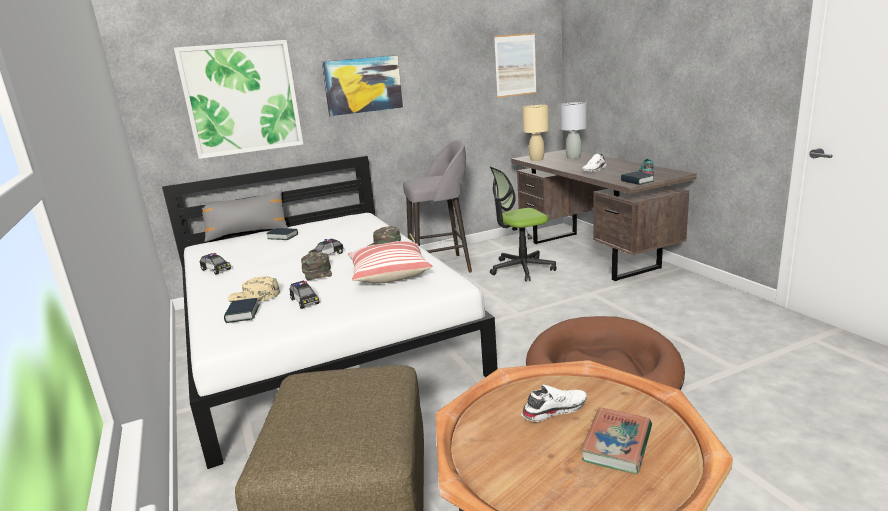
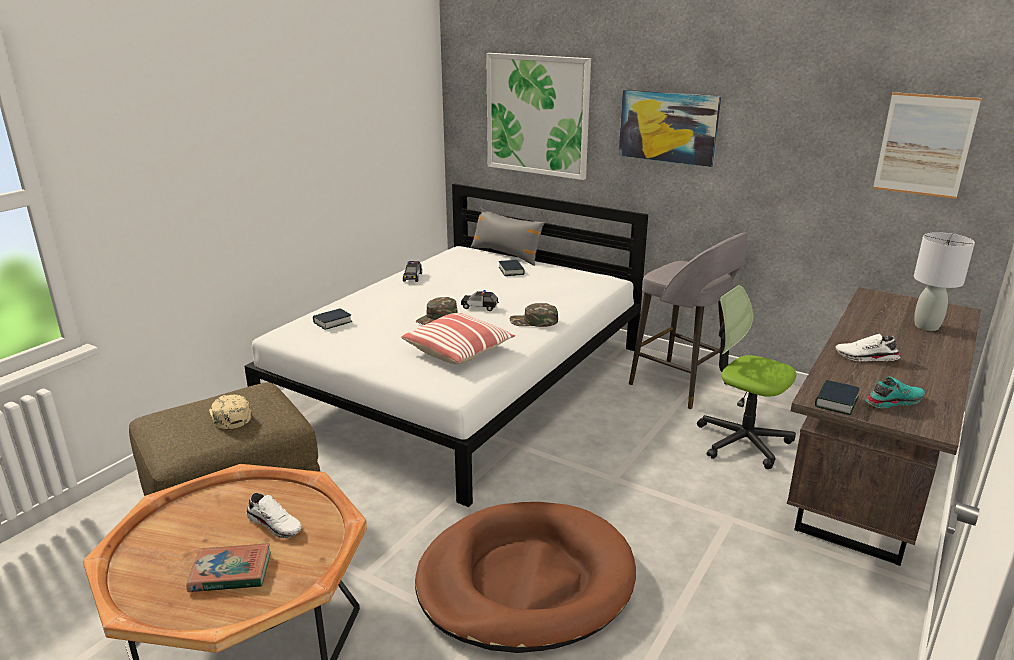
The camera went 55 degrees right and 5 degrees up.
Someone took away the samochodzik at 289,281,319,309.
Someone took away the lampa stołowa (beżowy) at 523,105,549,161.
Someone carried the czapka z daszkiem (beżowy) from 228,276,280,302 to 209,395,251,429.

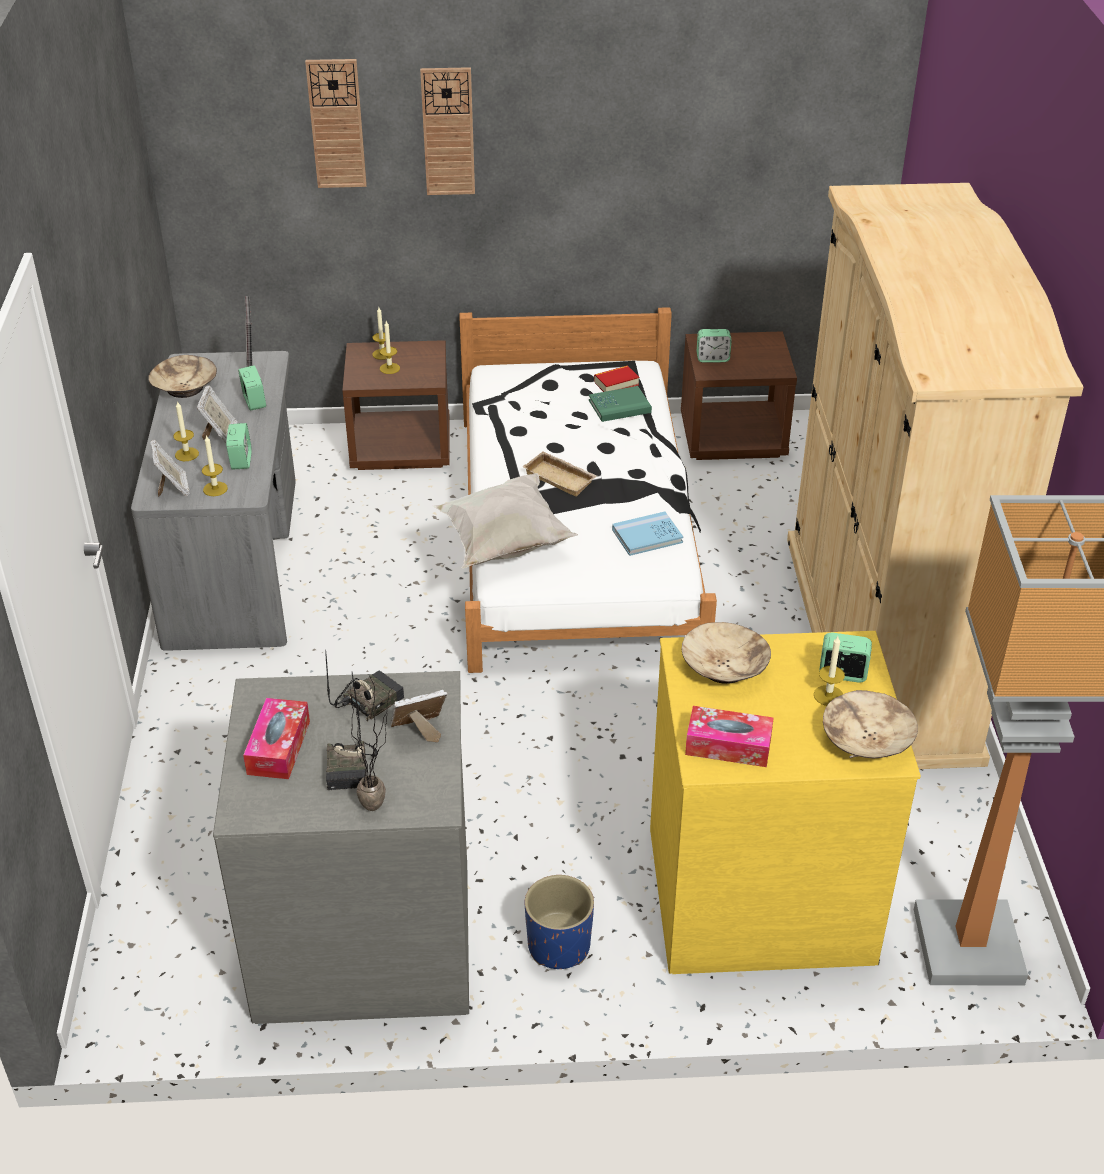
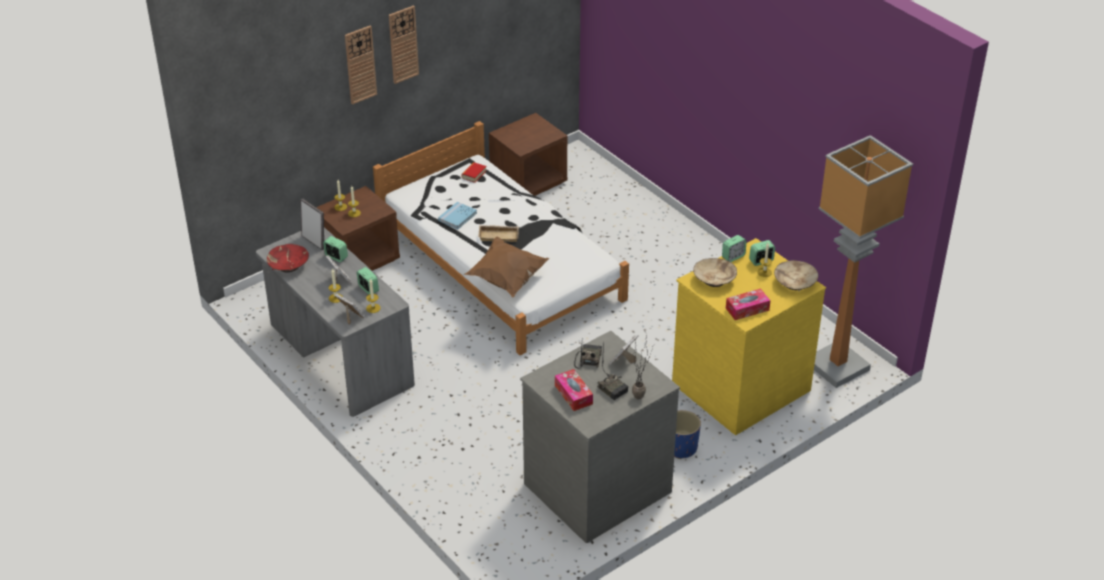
The camera went 35 degrees left and 0 degrees up.
Someone took away the książka (zielony) at 589,386,652,422.
Someone took away the szafa (beżowy) at 787,183,1084,769.
Someone carried the zegar ścienny from 305,59,367,188 to 389,5,419,84.
Someone carried the książka (niebieski) from 612,512,683,556 to 438,202,477,229.
Someone carried the budzik from 697,329,732,363 to 722,235,746,262.
Someone repainted the miska (beżowy) at 148,355,217,398, which became the miska (czerwony) at 267,244,309,272.
Someone repainted the poduszka (biały) at 432,473,578,569, which became the poduszka (brązowy) at 463,237,549,298.

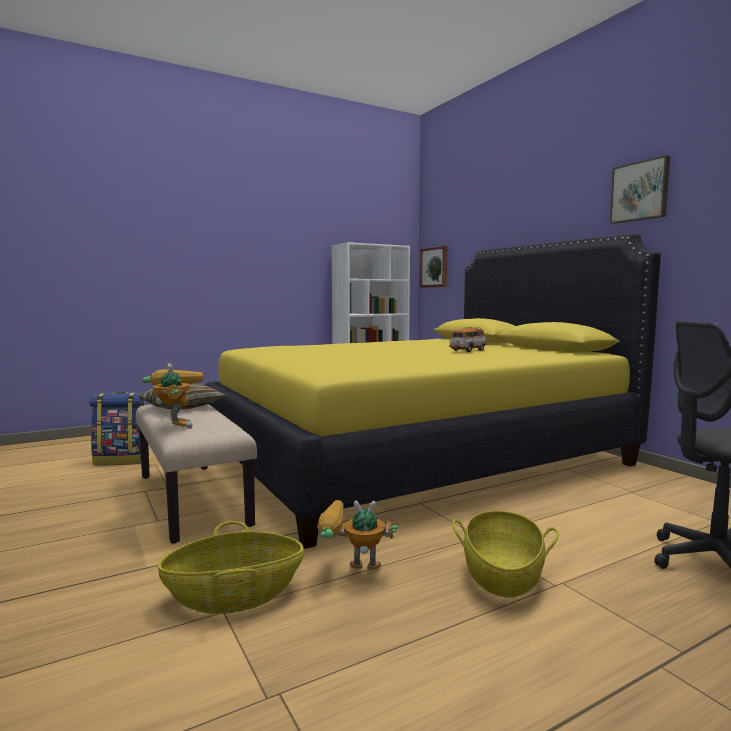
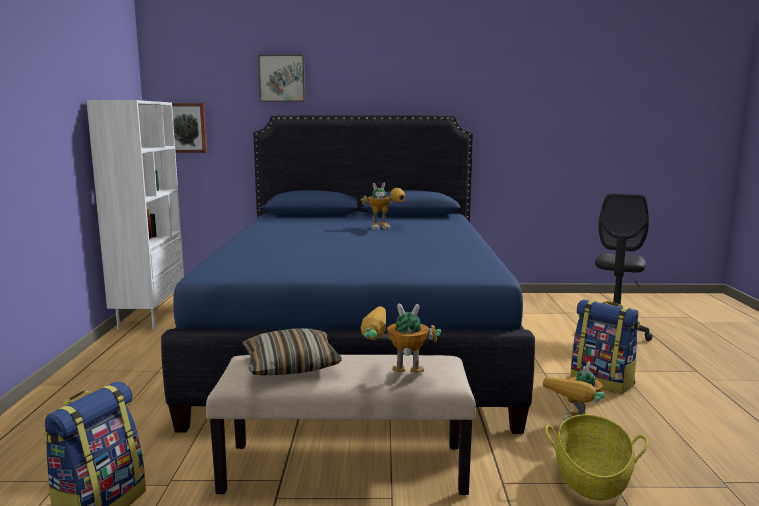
The camera went 60 degrees left and 5 degrees up.
Someone carried the obraz from 609,155,670,224 to 258,55,305,102.
Someone swapped the samochodzik at 449,327,486,352 for the robot zabawkowy at 361,183,406,230.
Someone swapped the koszyk at 452,510,559,598 for the plecak at 571,299,640,394.
Someone repainted the łóżko (żółty) at 205,234,661,549, which became the łóżko (niebieski) at 161,115,535,434.

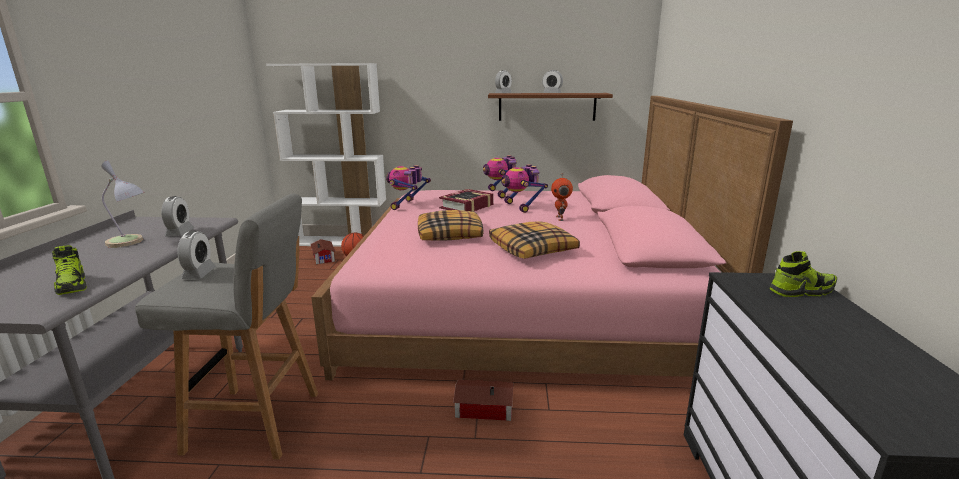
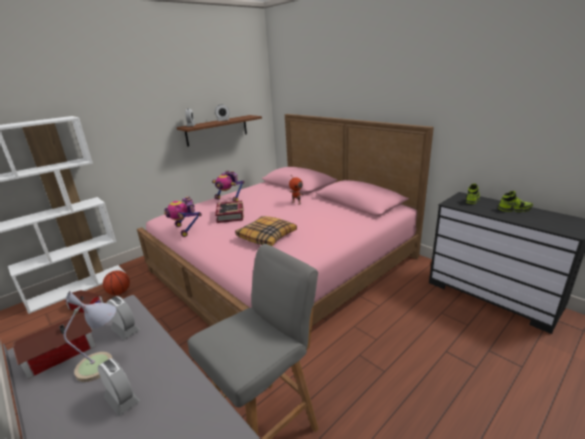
The camera went 45 degrees left and 5 degrees up.
Someone took away the poduszka at 489,221,580,259.
Someone took away the robot zabawkowy at 501,164,548,213.
Someone carried the but from 52,245,87,295 to 498,191,533,212.
Someone carried the budzik from 178,231,216,279 to 98,358,140,416.
Someone carried the domek from 453,380,514,421 to 13,313,96,379.

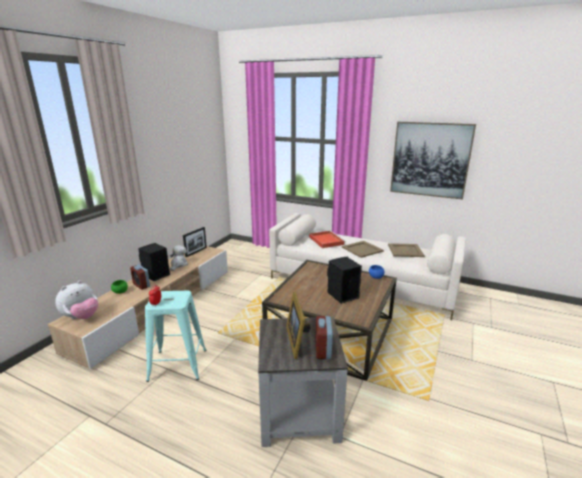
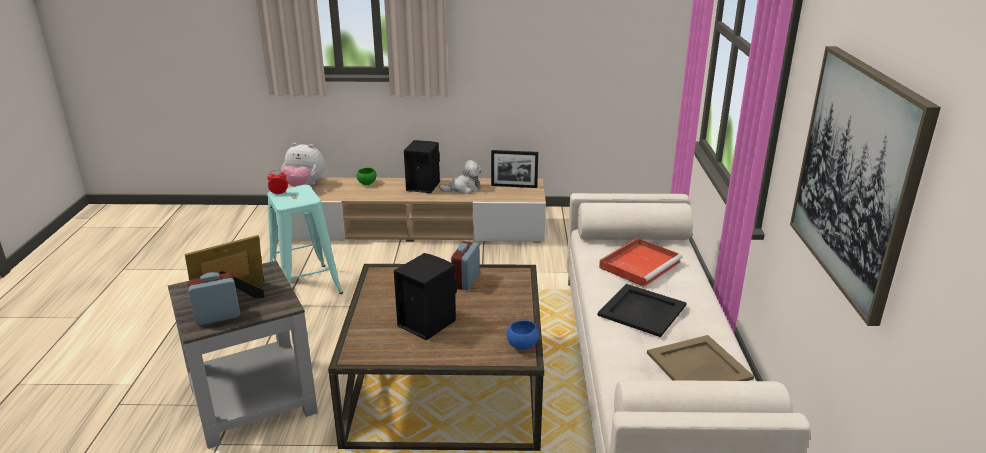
The camera went 65 degrees right and 5 degrees up.
Someone carried the budzik from 130,265,150,290 to 451,241,480,290.
Someone repainted the taca (beżowy) at 342,241,384,258, which became the taca (czarny) at 597,284,687,337.

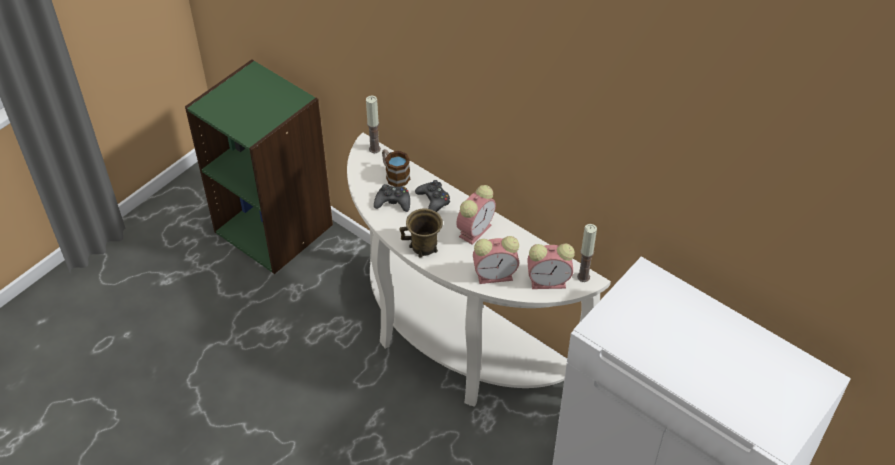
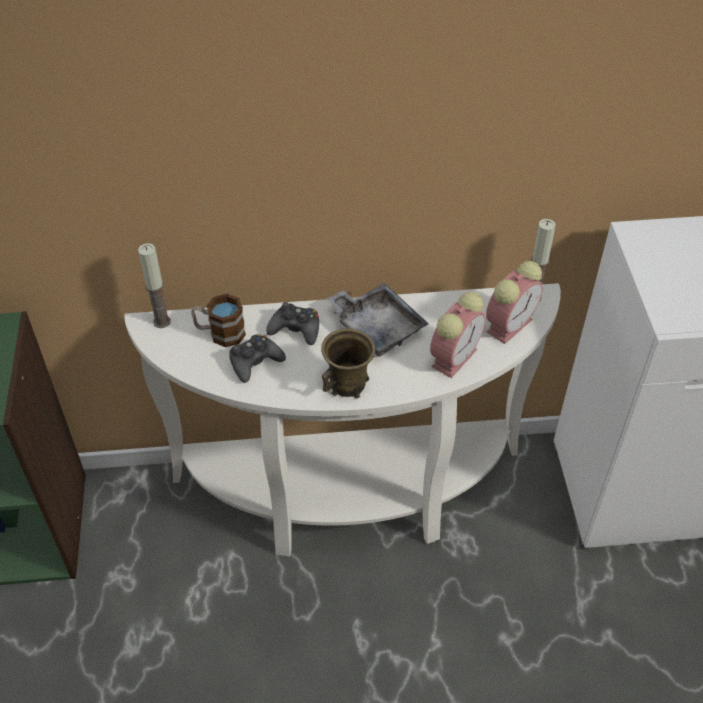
The camera went 45 degrees left and 0 degrees up.
Someone swapped the budzik at 456,185,496,245 for the taca (szary) at 327,283,428,357.

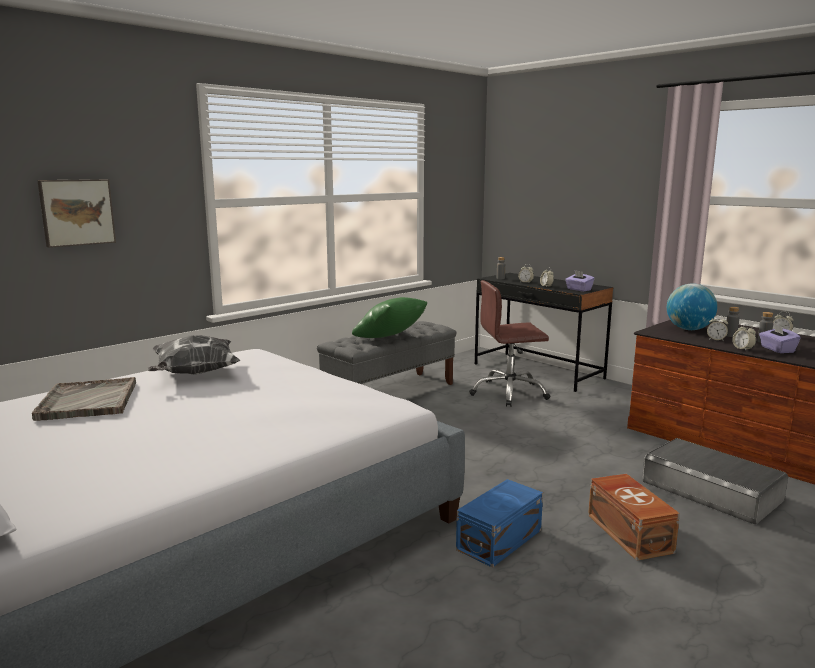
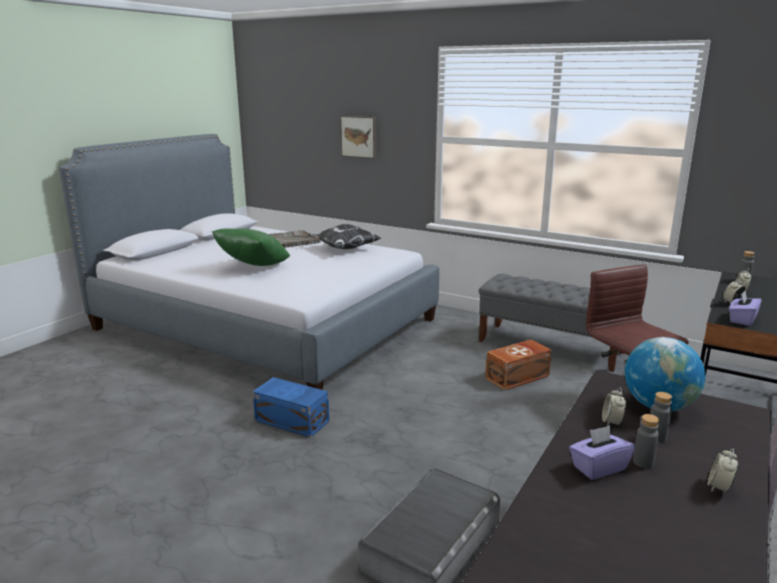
The camera went 75 degrees right and 5 degrees up.
Someone took away the budzik at 732,324,756,350.
Someone carried the poduszka (zielony) from 352,297,427,338 to 212,229,290,266.
Someone carried the pojemnik do przechowywania (brązowy) from 588,474,680,561 to 485,340,552,390.

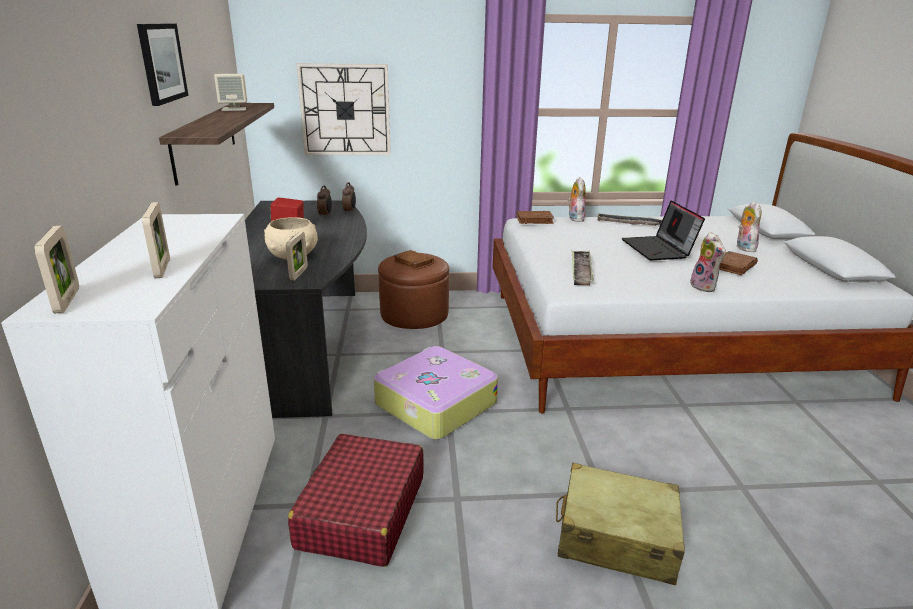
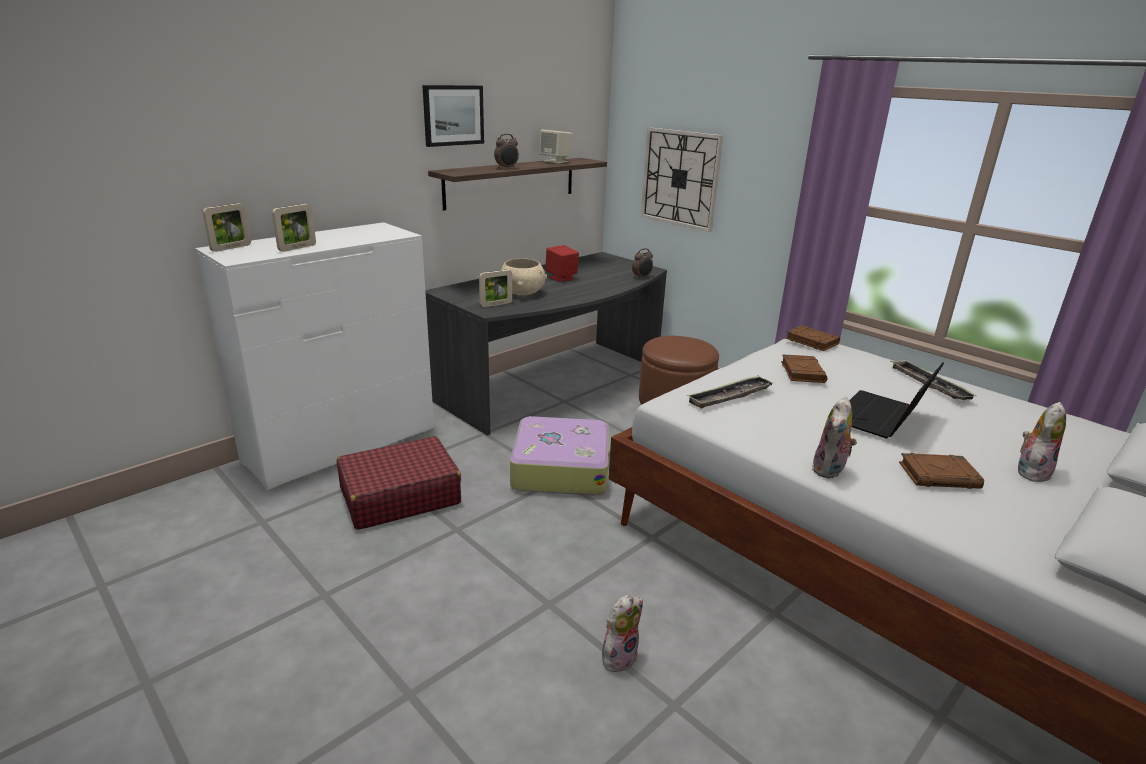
The camera went 50 degrees right and 0 degrees up.
Someone took away the walizka (beżowy) at 556,463,685,585.
Someone carried the budzik from 317,186,332,217 to 494,134,519,169.
Someone carried the książka (brązowy) from 393,250,434,270 to 781,354,827,383.
Someone carried the pluszak from 568,177,586,222 to 602,595,643,672.

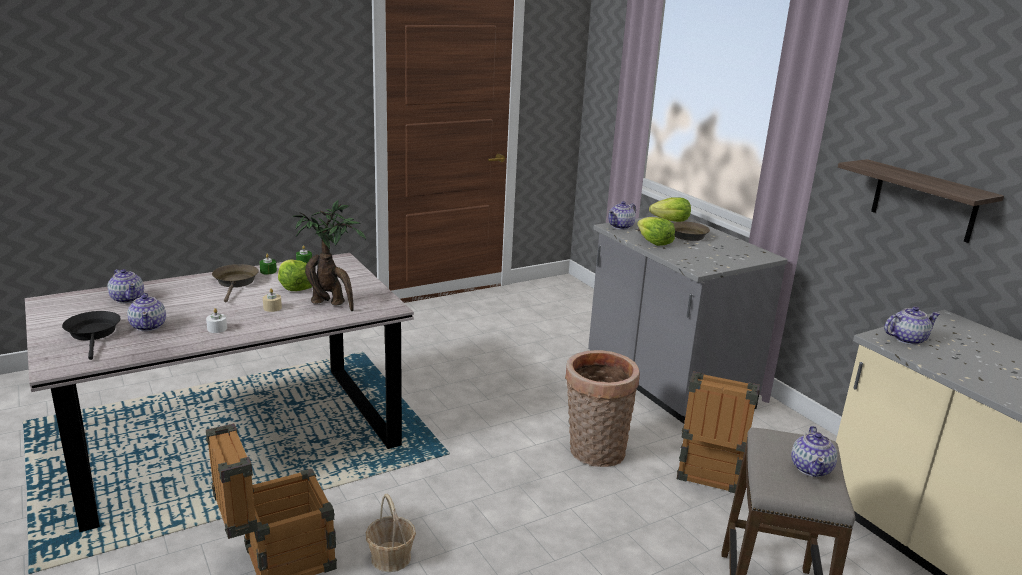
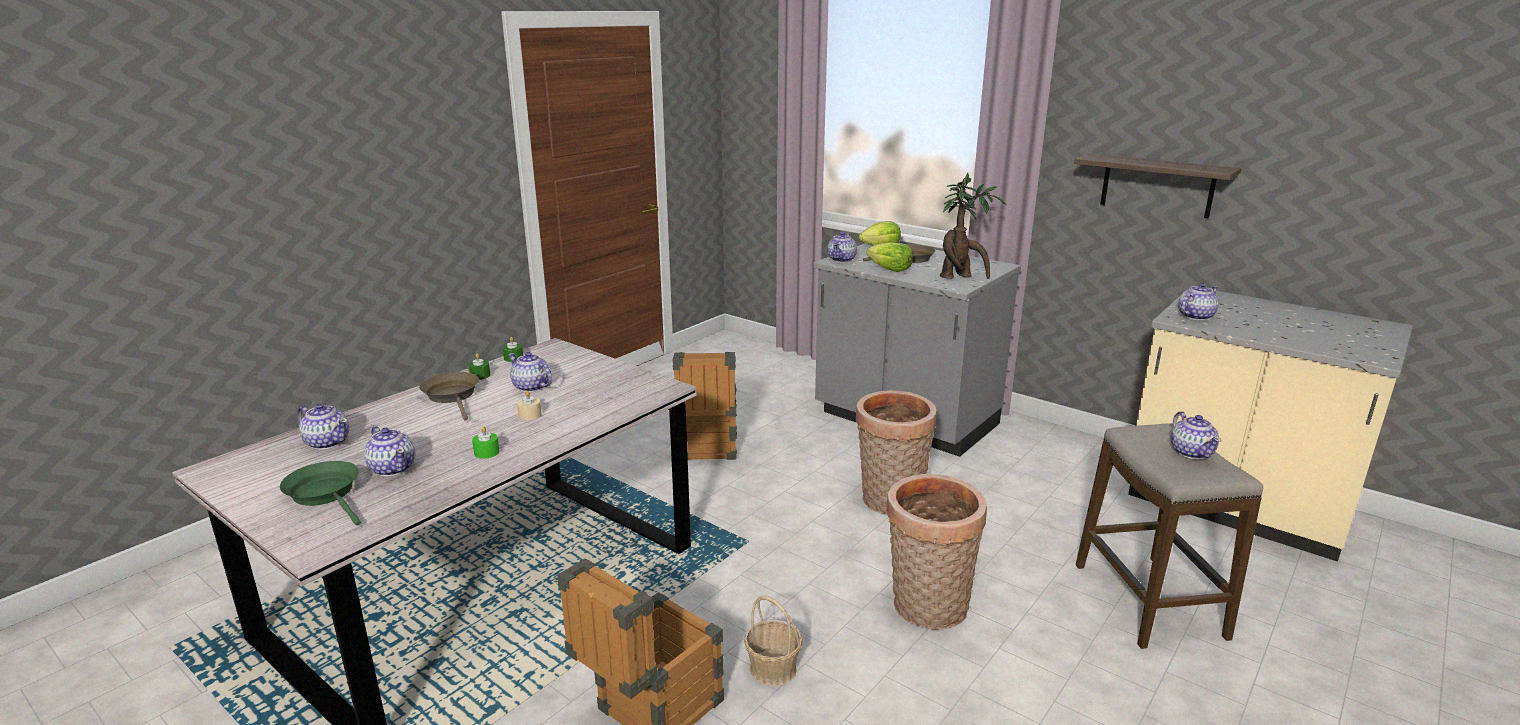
The camera went 20 degrees left and 0 degrees up.
Someone put down the koszyk at 886,474,987,630.
Someone carried the roślina doniczkowa from 292,200,366,311 to 940,173,1006,279.
Someone carried the skrzynka from 677,371,759,493 to 672,352,737,460.
Someone swapped the sałata at 278,259,312,291 for the imbryk at 508,352,552,392.
Someone repainted the patelnia (czarny) at 62,311,120,360, which became the patelnia (zielony) at 280,461,361,526.
Someone repainted the świeca (biały) at 206,308,227,333, which became the świeca (zielony) at 472,426,499,459.

